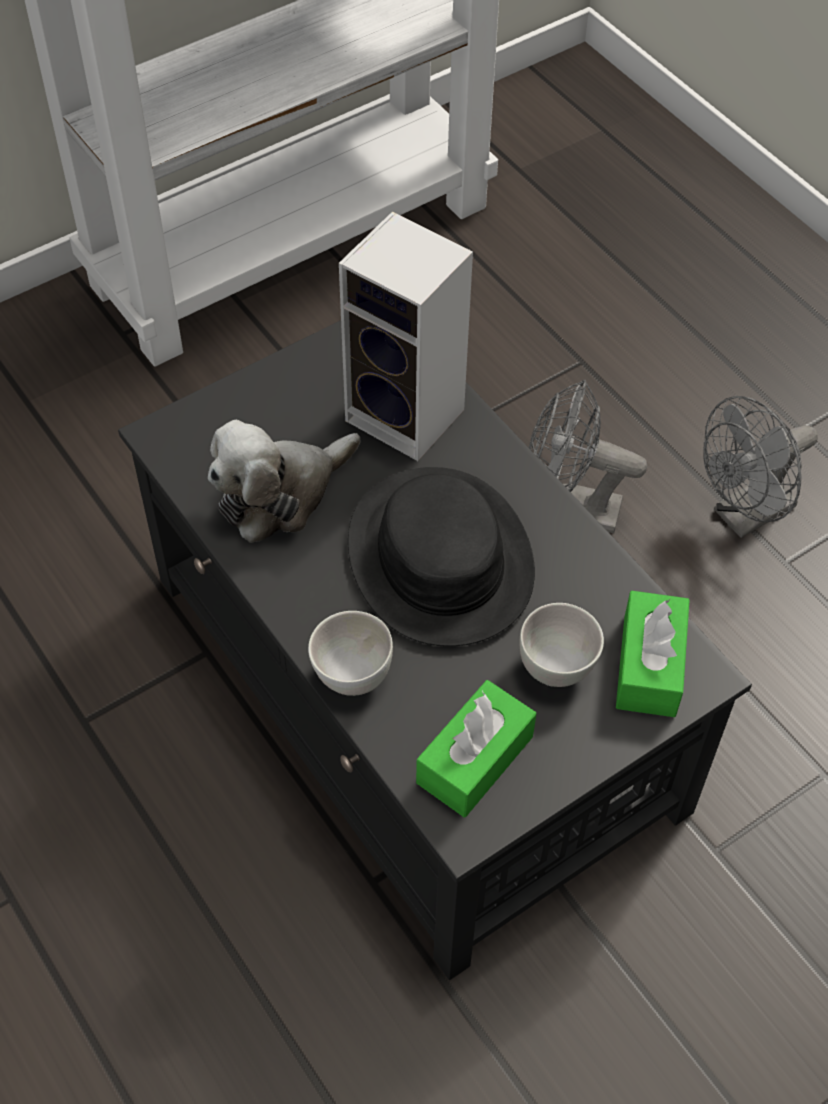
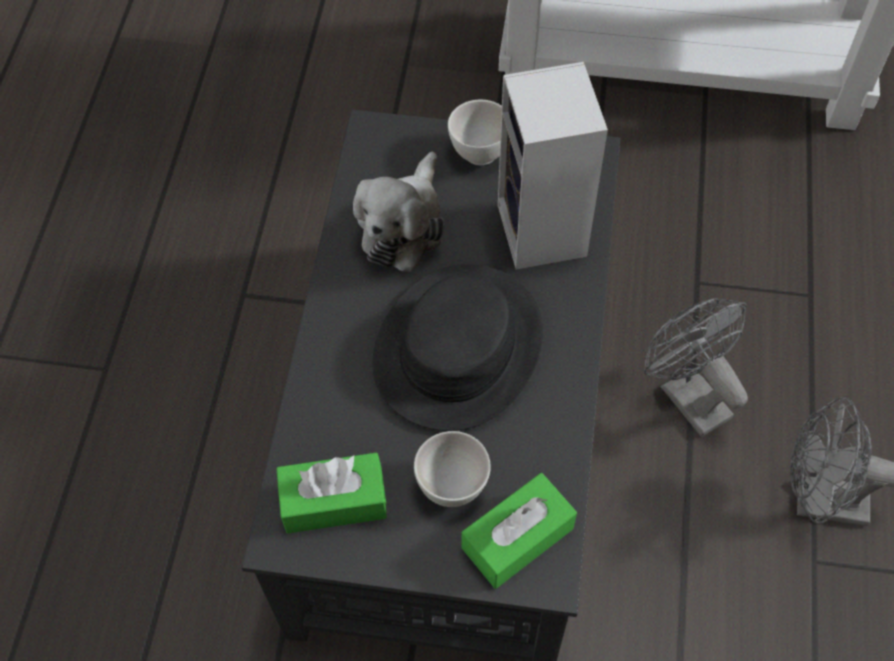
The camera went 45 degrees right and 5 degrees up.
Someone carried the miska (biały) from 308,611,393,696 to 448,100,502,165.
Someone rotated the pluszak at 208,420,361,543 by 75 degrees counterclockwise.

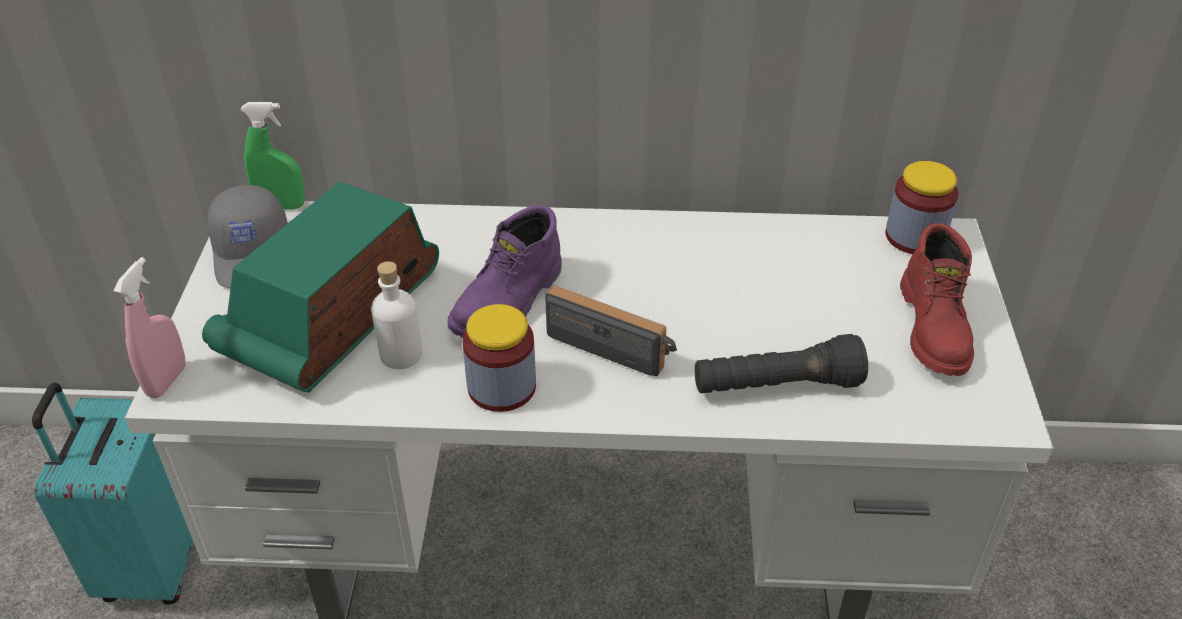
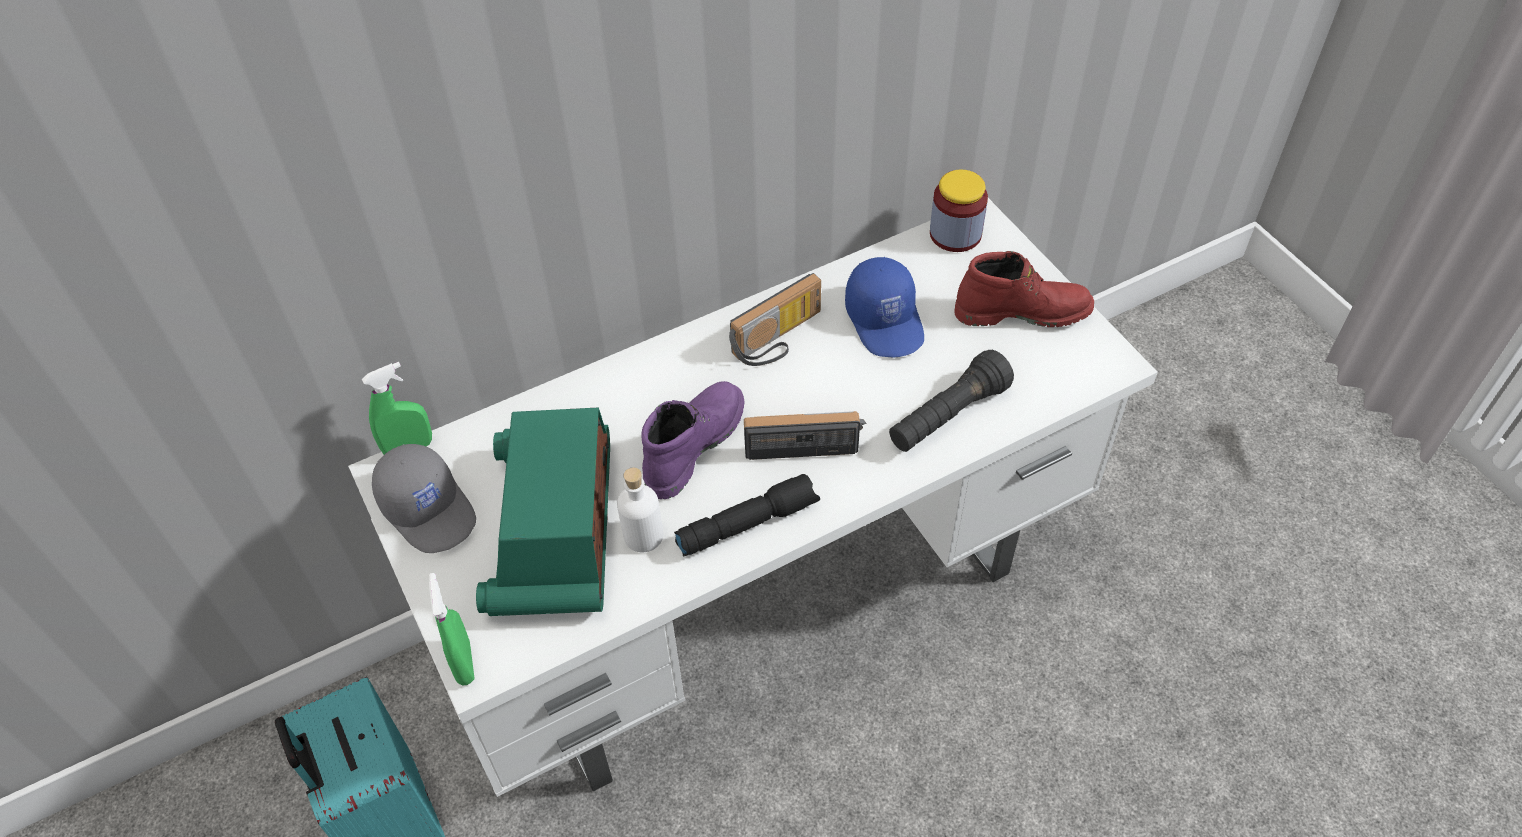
The camera went 30 degrees left and 10 degrees up.
Someone put down the radio at 729,273,821,366.
Someone put down the czapka z daszkiem (niebieski) at 845,257,924,357.
Someone swapped the słoik at 463,304,536,412 for the latarka (czarny) at 674,474,820,557.
Someone repainted the spryskiwacz (różowy) at 113,257,186,398, which became the spryskiwacz (zielony) at 429,573,474,686.
Someone rotated the but z cholewką (fioletowy) at 448,205,562,338 by 150 degrees counterclockwise.
Someone rotated the but z cholewką (czerwony) at 900,223,974,376 by 60 degrees counterclockwise.

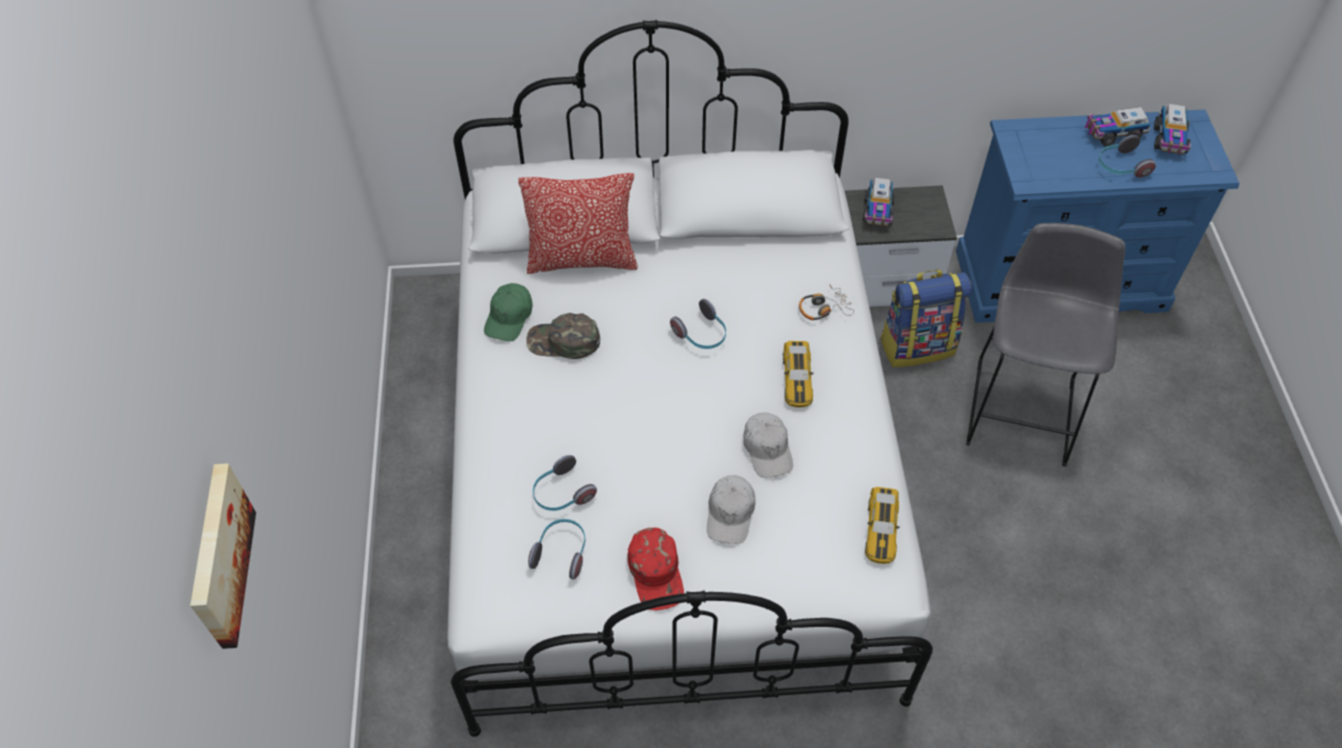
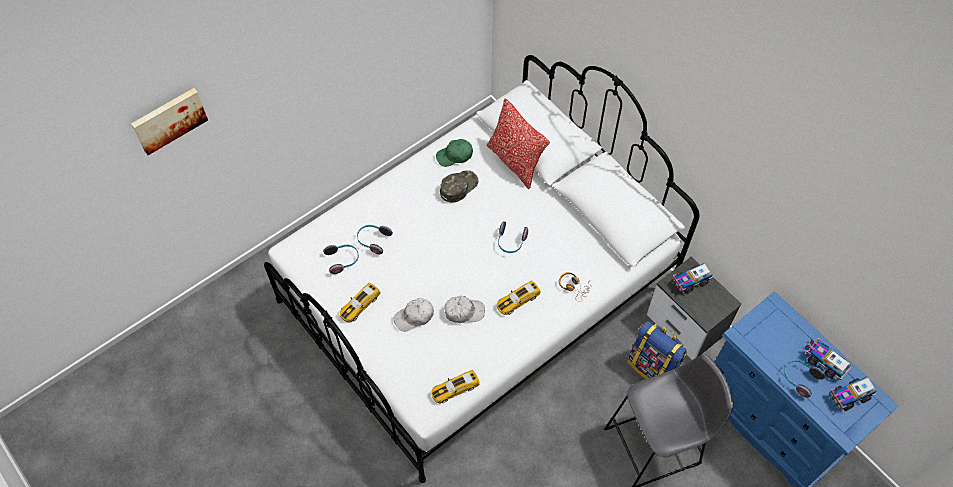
The camera went 55 degrees right and 5 degrees up.
Someone swapped the czapka z daszkiem (czerwony) at 627,528,684,610 for the samochodzik at 340,283,380,322.
Someone rotated the czapka z daszkiem (zielony) at 526,313,600,359 by 75 degrees clockwise.
Someone rotated the czapka z daszkiem (biały) at 744,413,793,478 by 135 degrees counterclockwise.

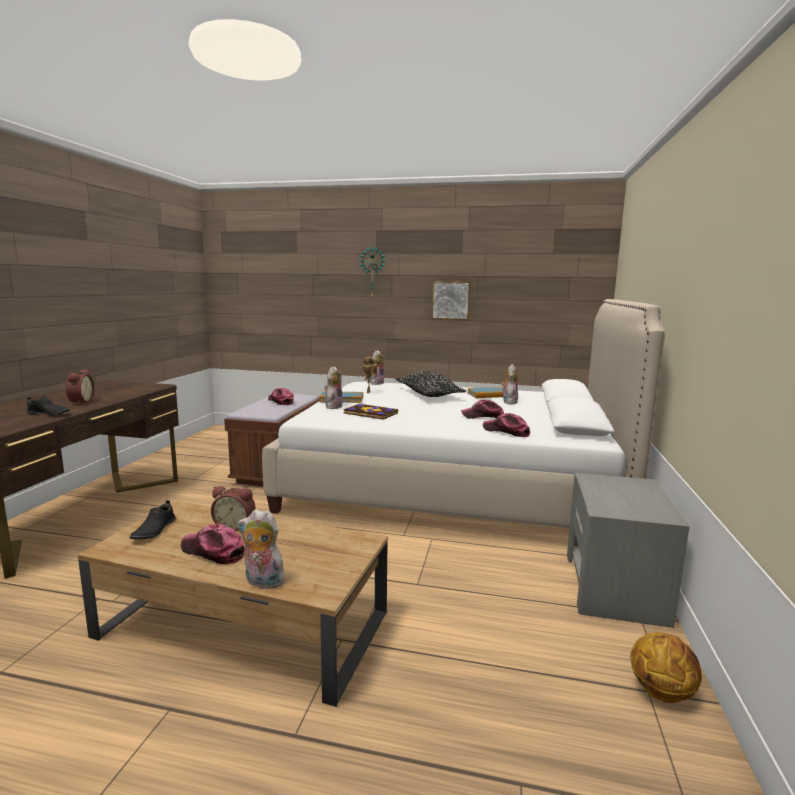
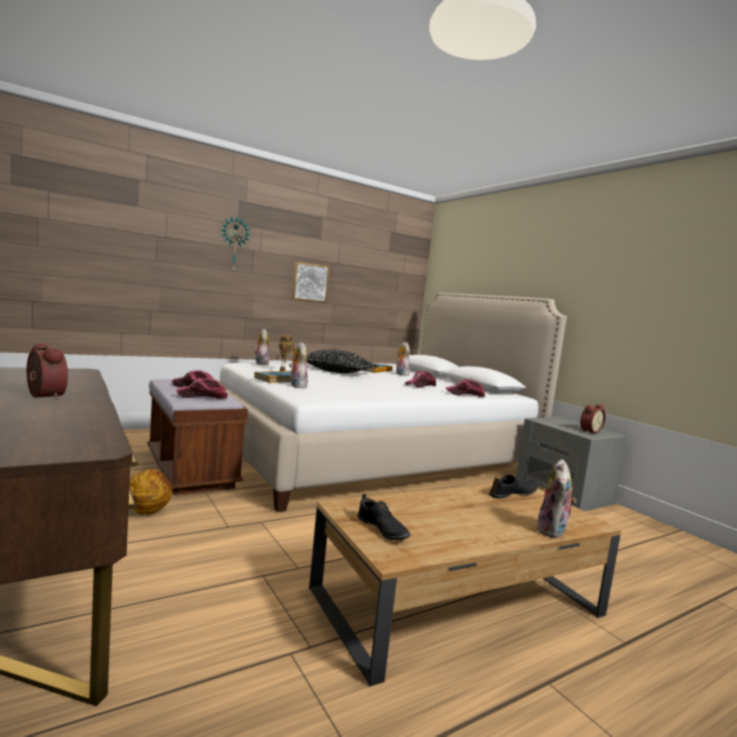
The camera went 45 degrees left and 5 degrees down.
Someone took away the książka at 344,403,398,420.
Someone carried the but (czarny) from 27,397,70,416 to 489,474,538,499.
Someone carried the czapka z daszkiem from 181,524,245,565 to 176,378,228,399.
Someone carried the budzik from 211,486,255,531 to 580,404,606,433.
Someone carried the piłka do koszykówki from 630,632,702,703 to 130,469,172,515.
Someone rotated the pluszak at 238,509,288,589 by 45 degrees counterclockwise.

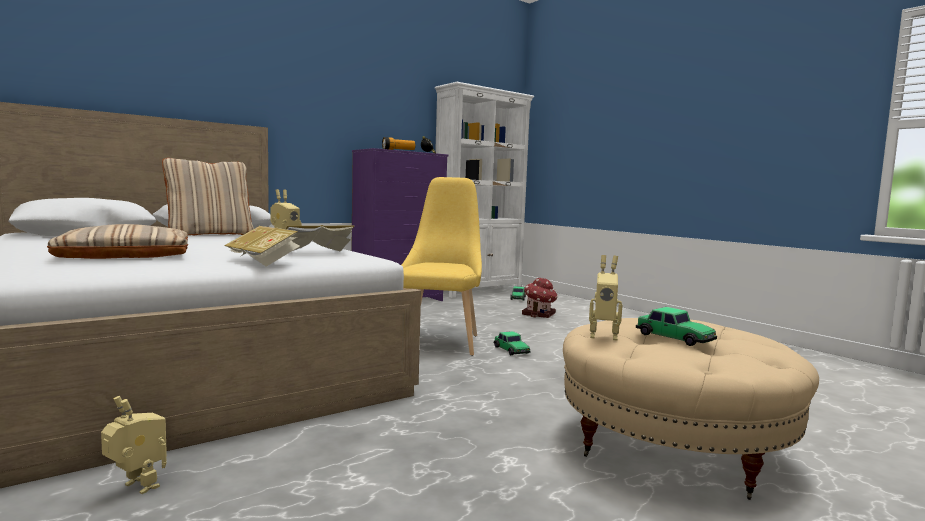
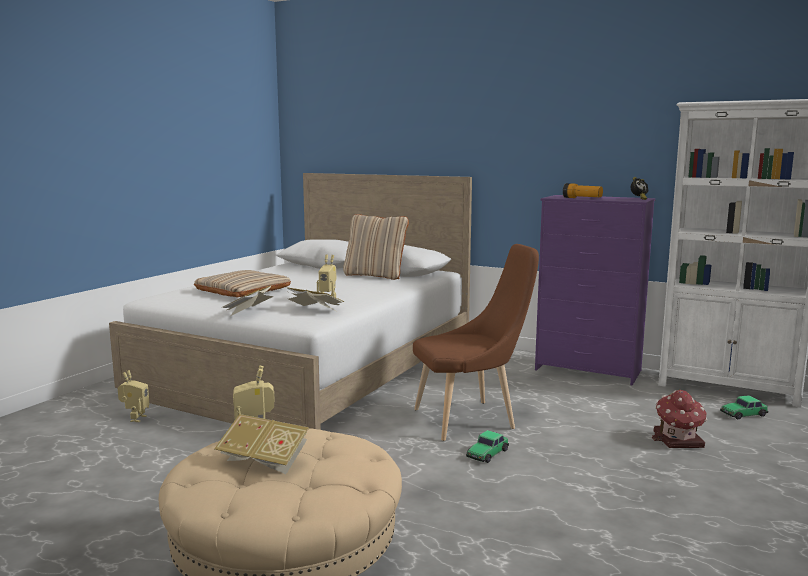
The camera went 65 degrees right and 5 degrees up.
Someone swapped the samochodzik at 636,307,717,346 for the książka at 214,414,309,474.
Someone repainted the krzesło (żółty) at 401,177,482,356, which became the krzesło (brązowy) at 413,244,539,441.

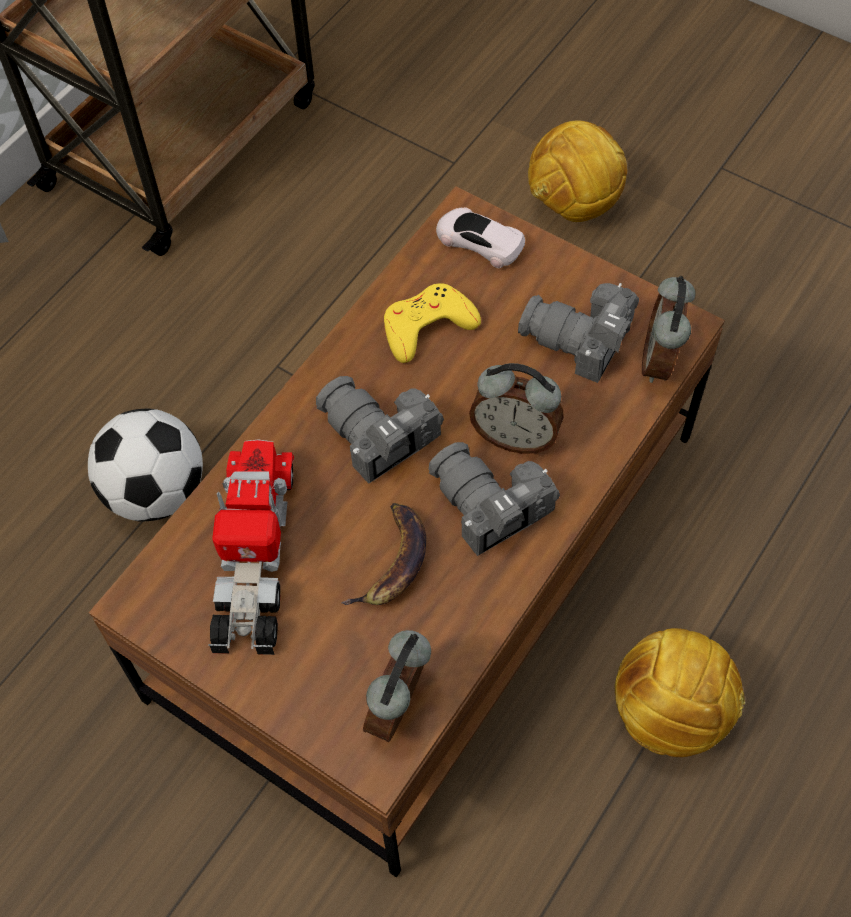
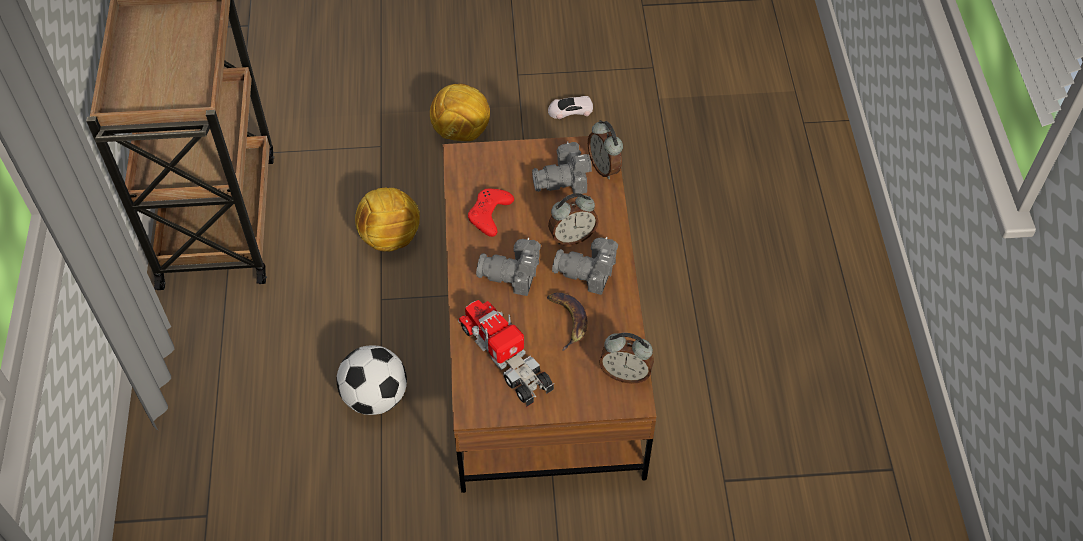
The camera went 40 degrees left and 5 degrees down.
Someone carried the samochodzik (biały) from 436,207,525,268 to 548,96,593,119.
Someone carried the piłka futbolowa from 615,628,745,757 to 355,188,420,252.
Someone repainted the pad do gier (żółty) at 384,283,481,363, which became the pad do gier (czerwony) at 468,189,514,237.
Someone rotated the budzik at 363,630,431,742 by 60 degrees counterclockwise.

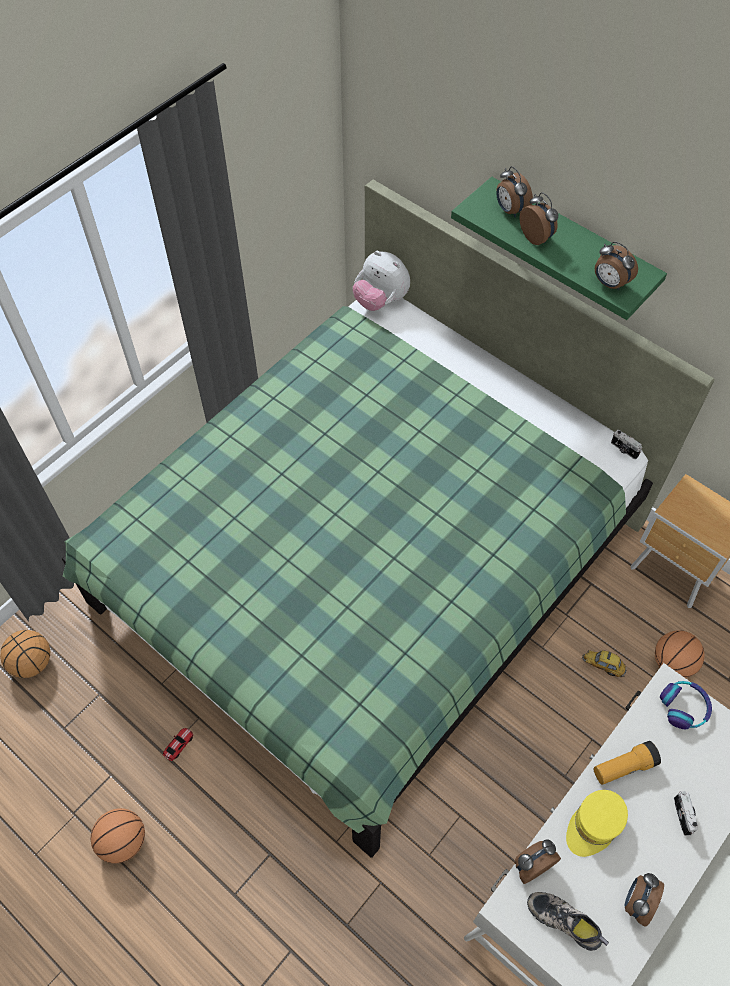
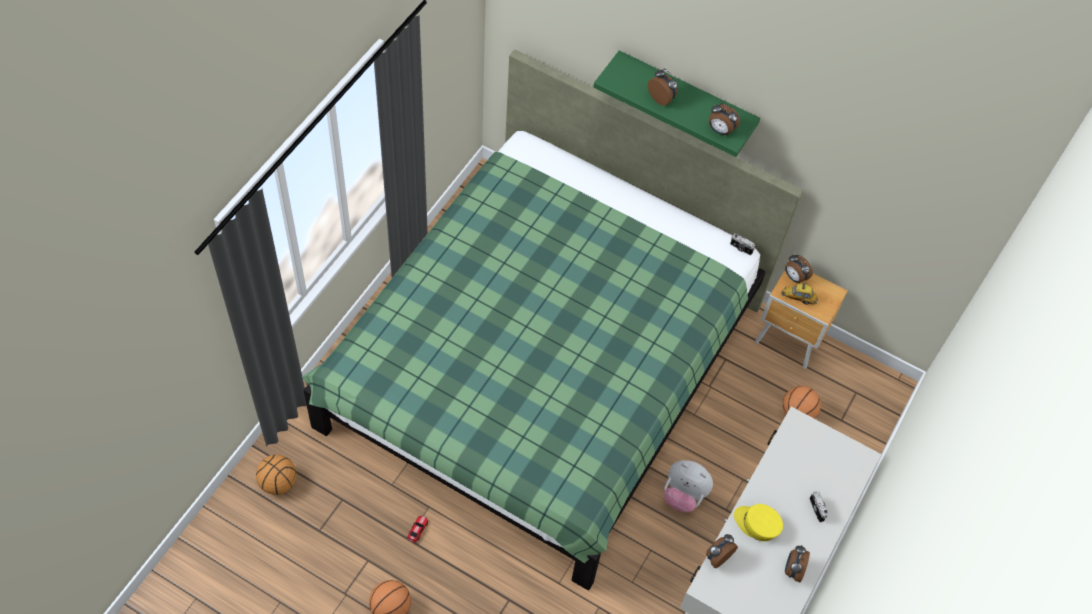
The camera went 15 degrees left and 0 degrees up.
Someone took away the but at 527,892,609,951.
Someone took away the latarka at 594,741,661,785.
Someone took away the słuchawki at 660,681,712,729.
Someone carried the pluszak from 353,251,410,311 to 664,460,713,513.
Someone carried the budzik from 496,166,533,217 to 785,254,813,283.
Someone carried the samochodzik from 582,650,626,678 to 781,283,818,305.
Someone rotated the czapka z daszkiem (żółty) at 566,790,628,857 by 90 degrees clockwise.

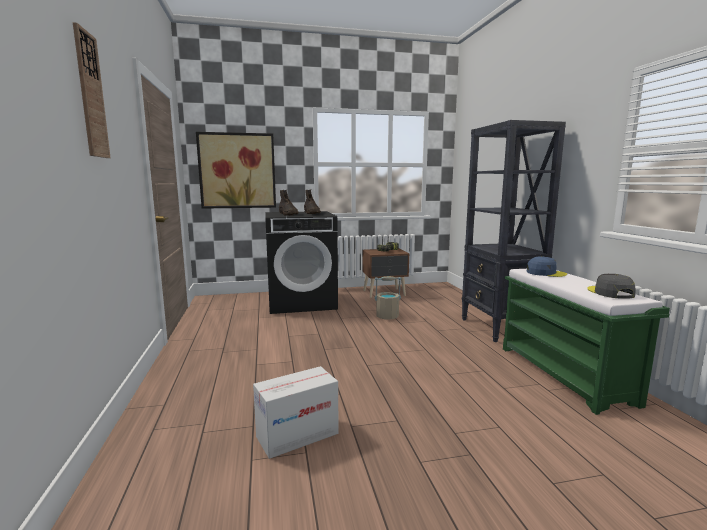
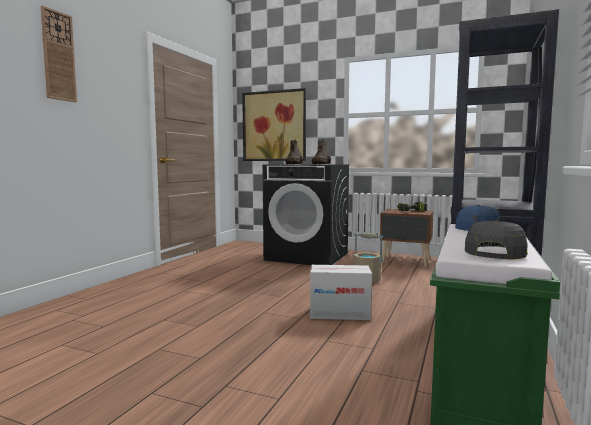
The camera went 35 degrees right and 5 degrees down.
Someone carried the karton from 253,366,339,459 to 310,265,372,320.

